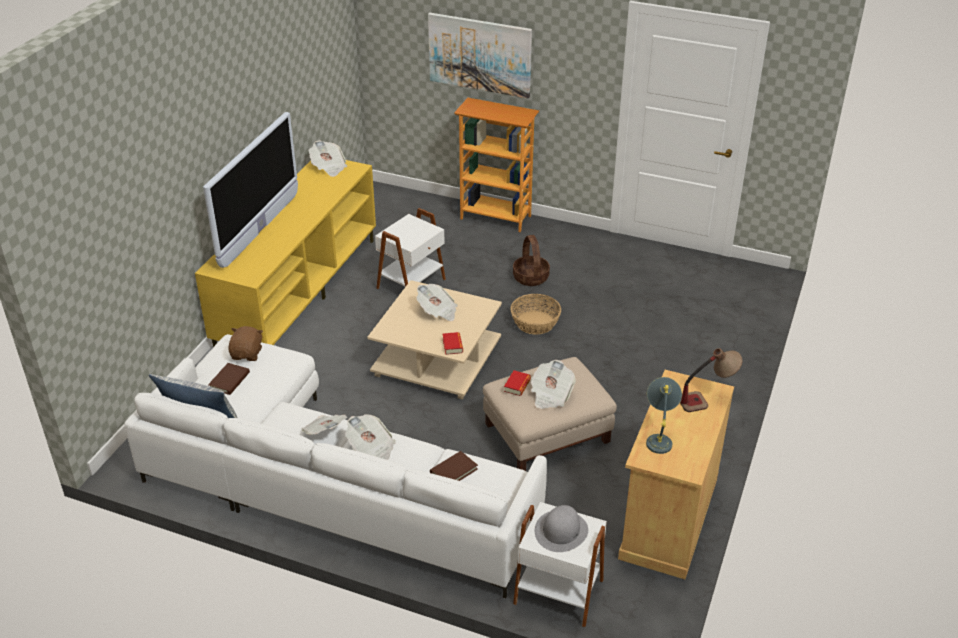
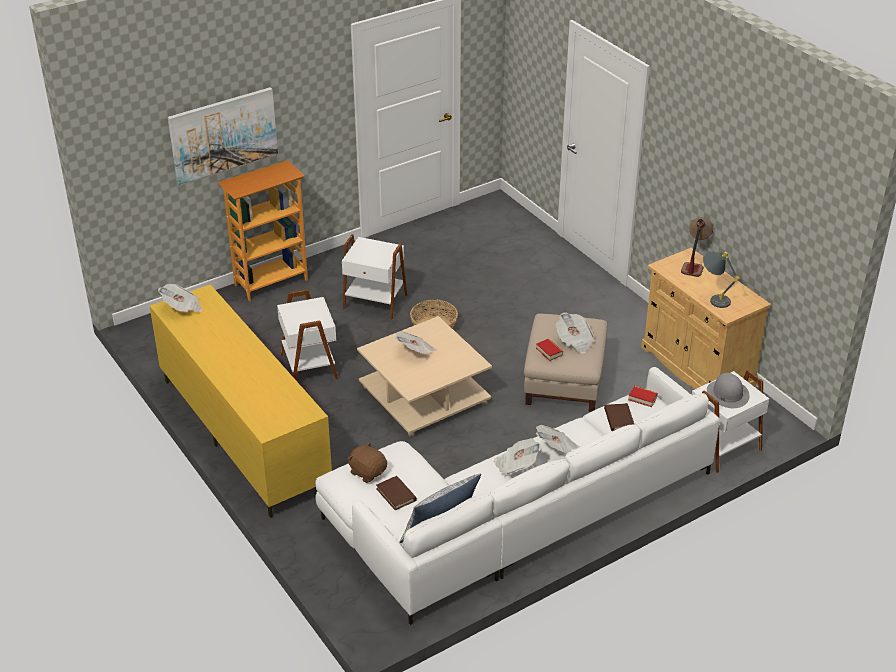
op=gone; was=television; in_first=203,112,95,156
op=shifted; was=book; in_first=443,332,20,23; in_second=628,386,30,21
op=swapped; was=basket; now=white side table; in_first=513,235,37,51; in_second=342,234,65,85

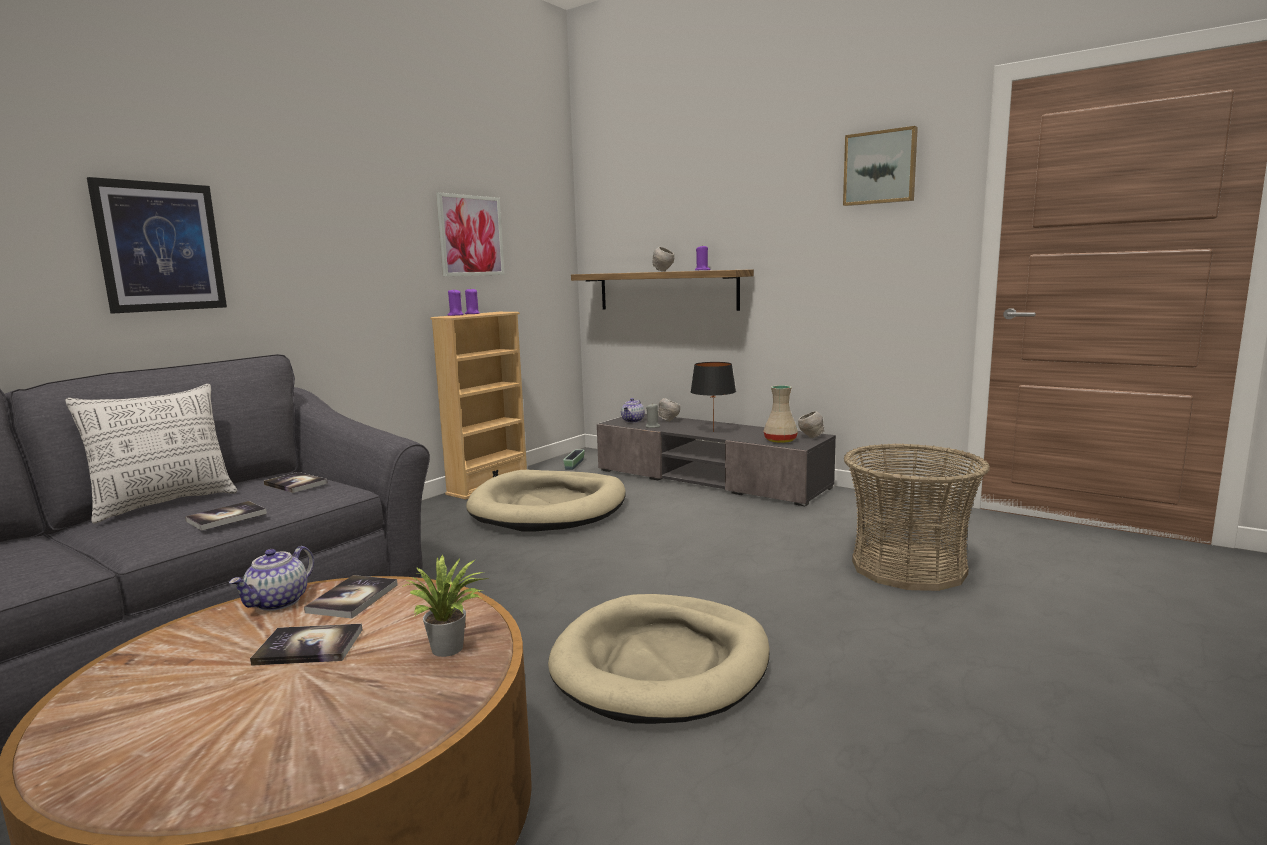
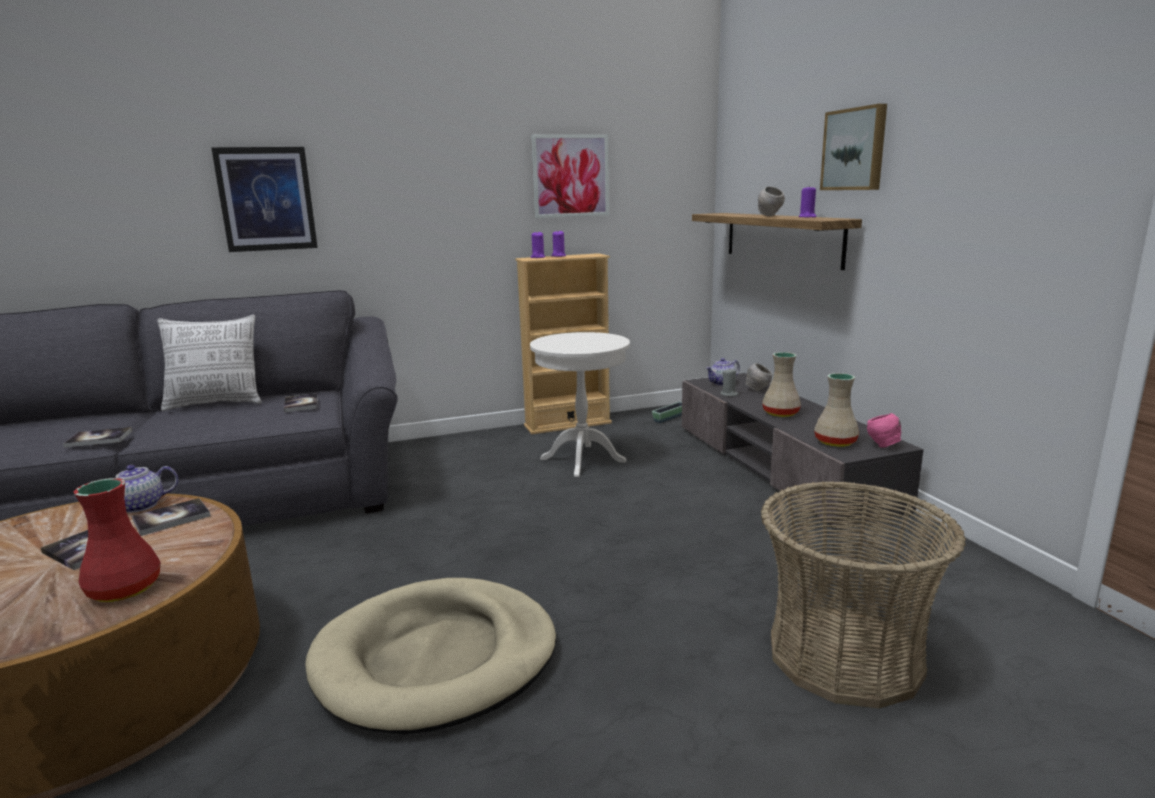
op=shifted; was=book; in_first=185,501,82,30; in_second=63,427,69,21
op=swapped; was=potted plant; now=red vase; in_first=402,555,87,102; in_second=74,478,87,124
op=swapped; was=beige dog bed; now=white side table; in_first=466,470,159,62; in_second=530,332,100,145
op=swapped; was=black table lamp; now=beige vase; in_first=691,362,45,70; in_second=762,352,39,65
op=repainted; was=grey bowl; now=pink bowl; in_first=798,411,26,27; in_second=867,413,34,35
op=shifted; was=picture; in_first=843,126,75,80; in_second=820,104,67,86

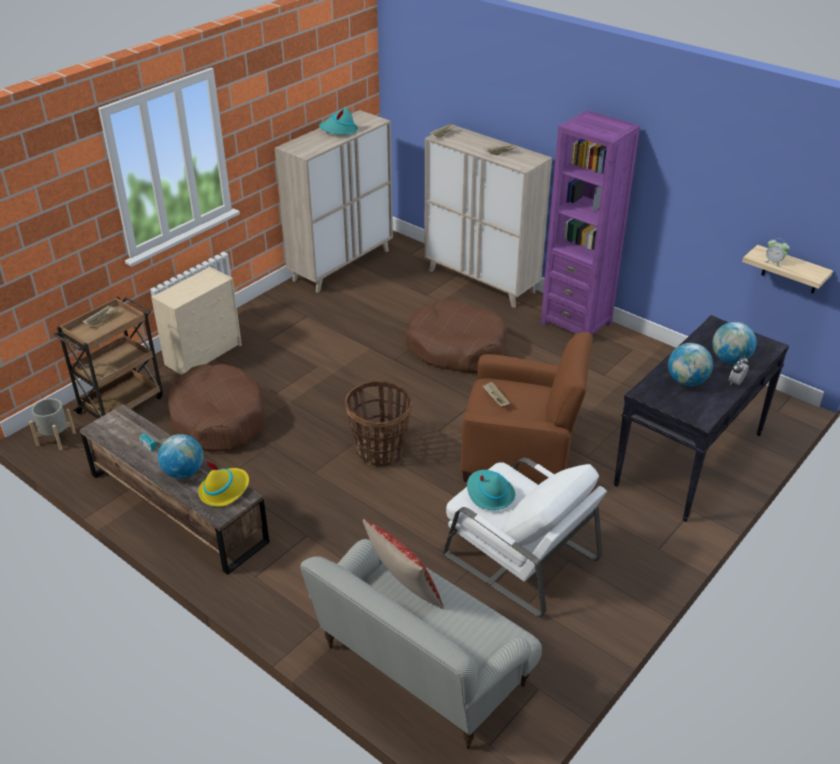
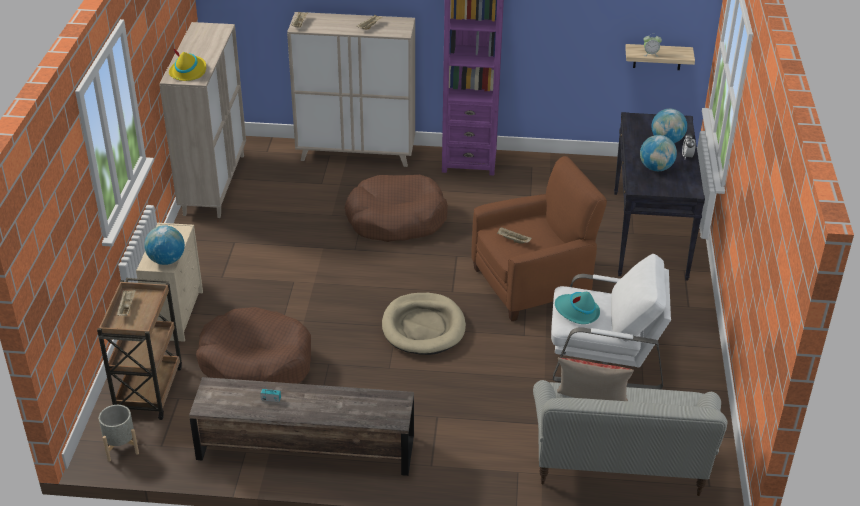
op=shifted; was=globe; in_first=158,434,45,45; in_second=144,225,41,40
op=shifted; was=yellow hat; in_first=198,461,51,46; in_second=169,48,37,33
op=gone; was=turquoise hat; in_first=319,107,39,28
op=swapped; was=basket; now=beige dog bed; in_first=345,381,67,86; in_second=382,293,84,62

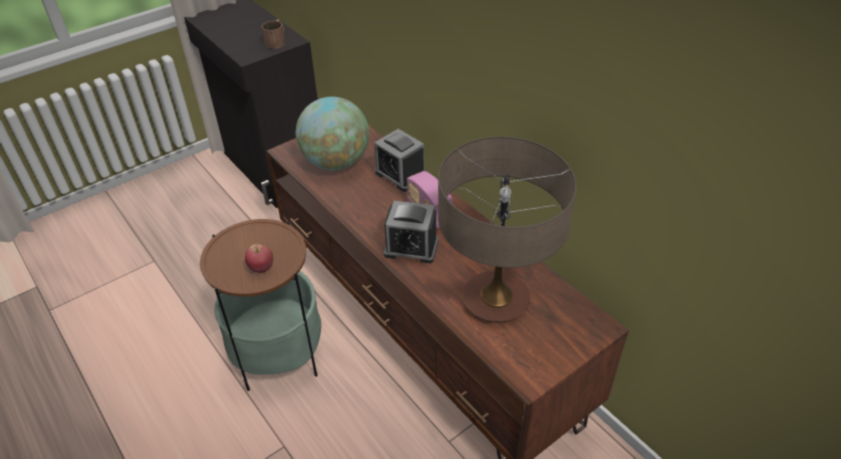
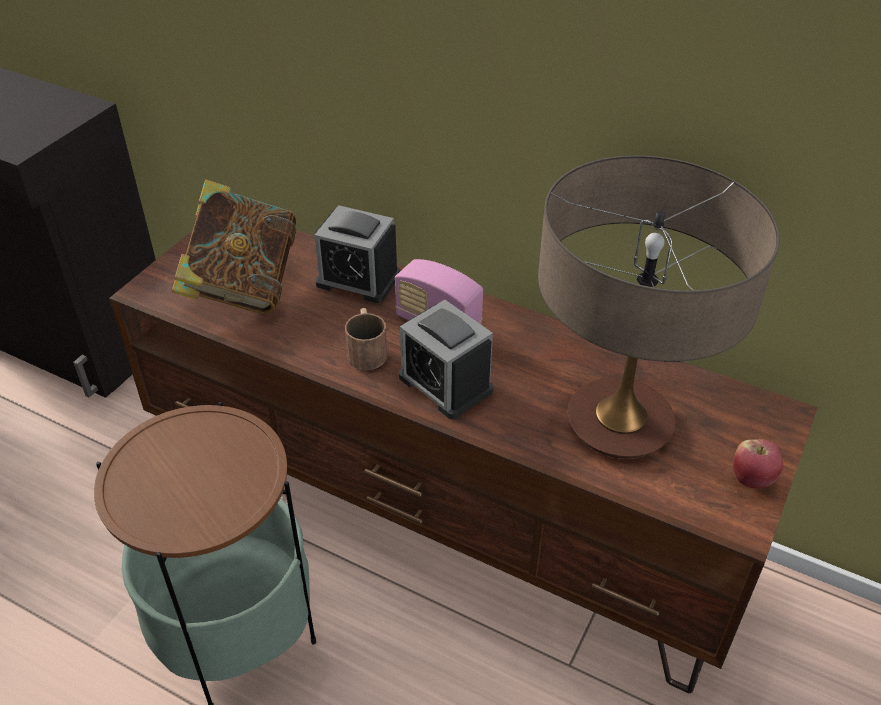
op=shifted; was=apple; in_first=245,244,28,29; in_second=733,440,50,49
op=shifted; was=brown mug; in_first=262,19,23,30; in_second=345,308,42,62
op=swapped; was=globe; now=book; in_first=296,97,73,74; in_second=172,180,125,134
op=rotated; was=alarm clock; in_first=384,201,55,62; in_second=399,300,94,119; clockwise=60

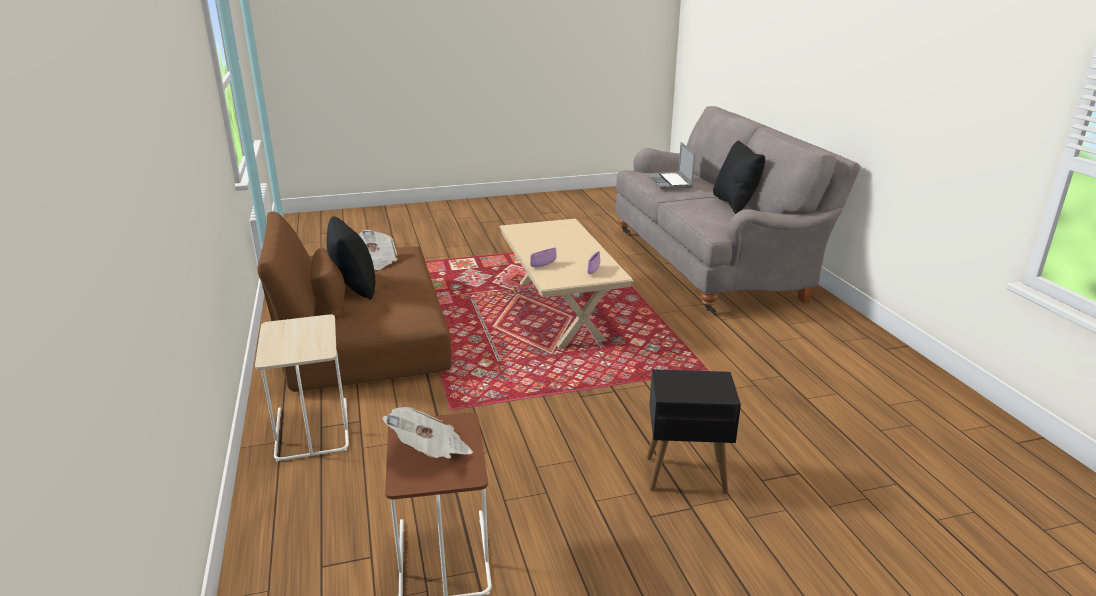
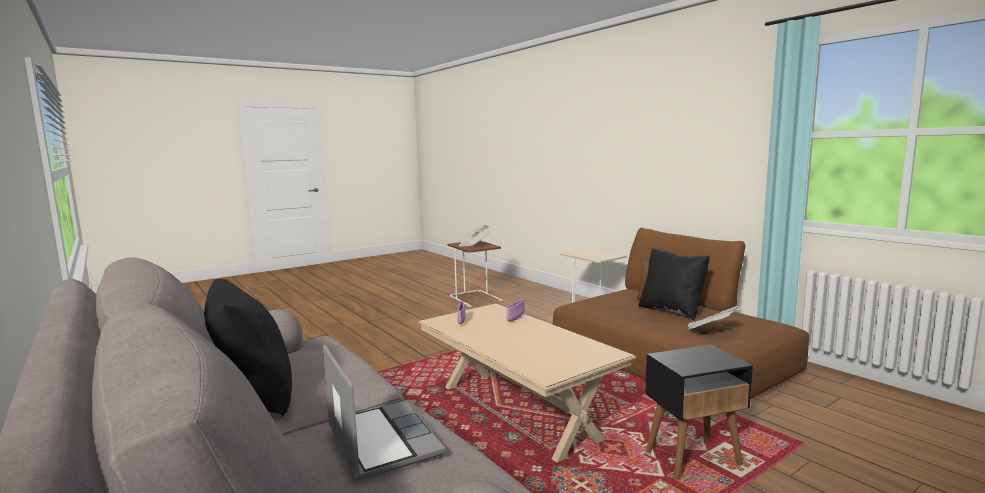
op=shifted; was=black side table; in_first=646,369,95,125; in_second=645,345,108,135

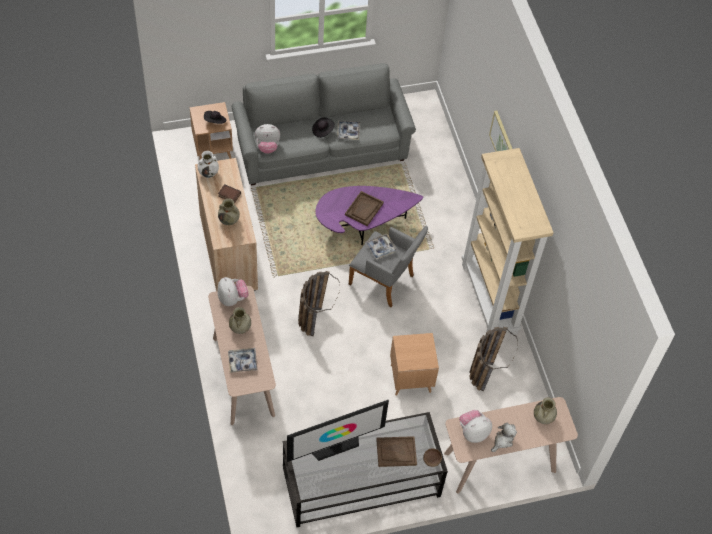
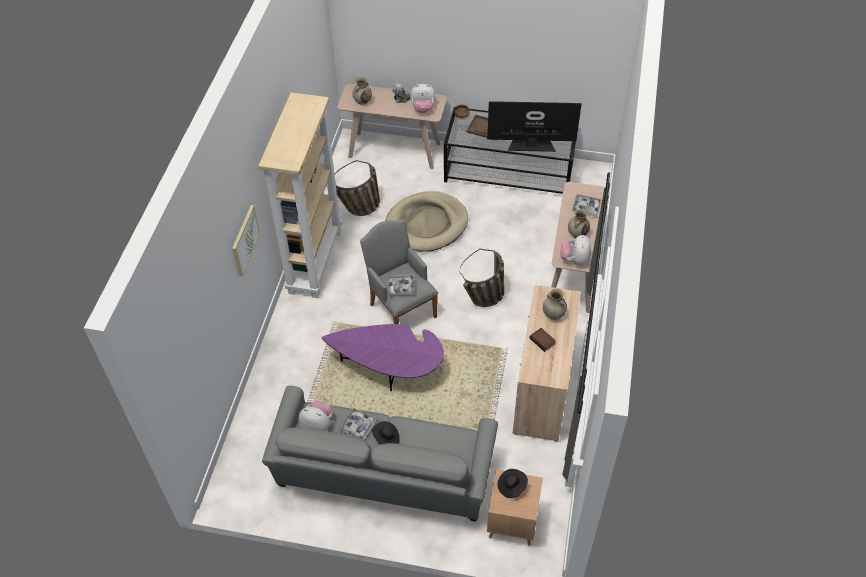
op=gone; was=white vase; in_first=198,151,21,27
op=shifted; was=plush toy; in_first=255,124,25,30; in_second=299,401,34,30
op=gone; was=brown tray; in_first=345,191,39,35
op=swapped; was=brown side table; now=beige dog bed; in_first=390,333,49,63; in_second=386,191,82,61

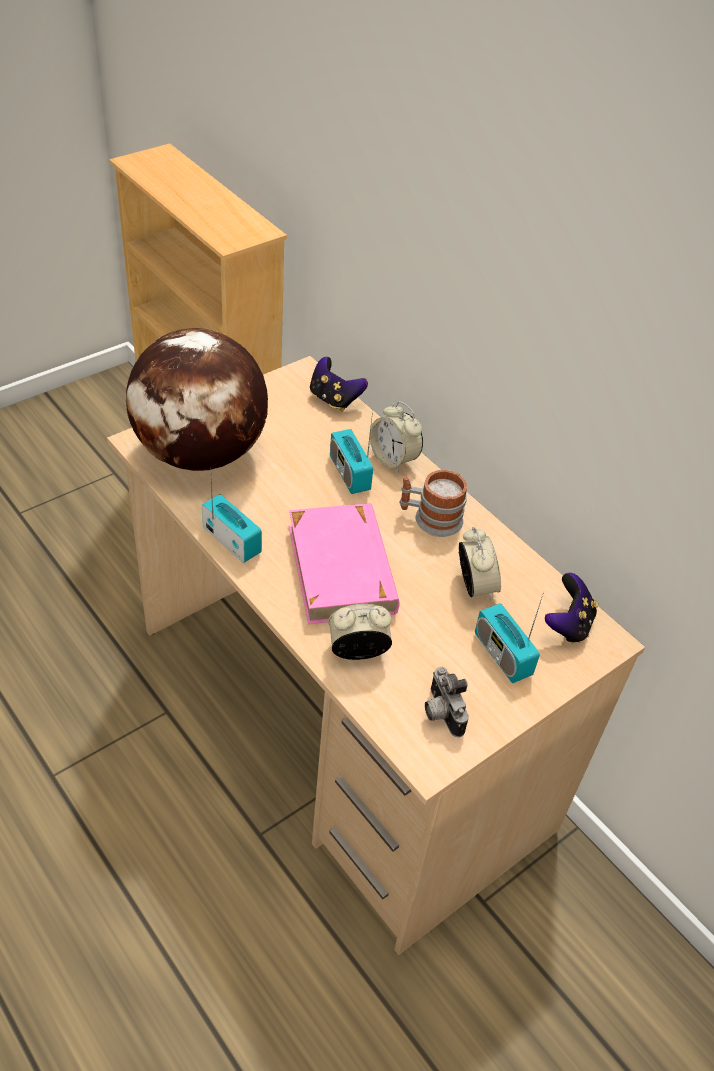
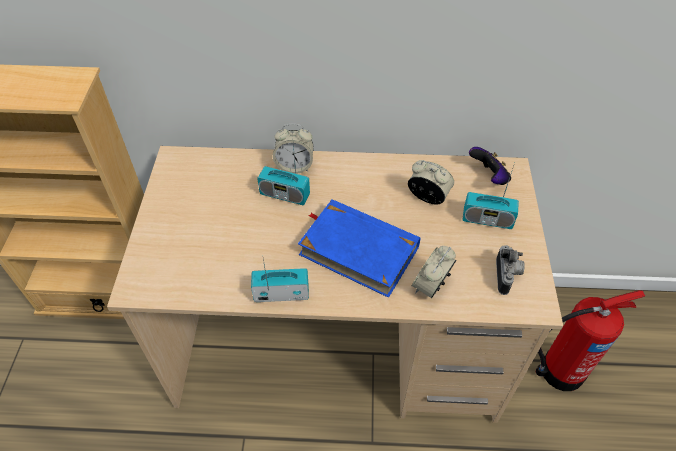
op=gone; was=globe; in_first=126,328,142,143
op=repainted; was=pink book; now=blue book; in_first=289,503,110,121; in_second=298,199,122,99
op=gone; was=game controller; in_first=310,357,58,54
op=gone; was=mug; in_first=400,470,67,67
op=rotated; was=photo camera; in_first=425,667,44,70; in_second=496,245,29,50; clockwise=-105
op=new; now=fire extinguisher; in_second=535,290,110,101

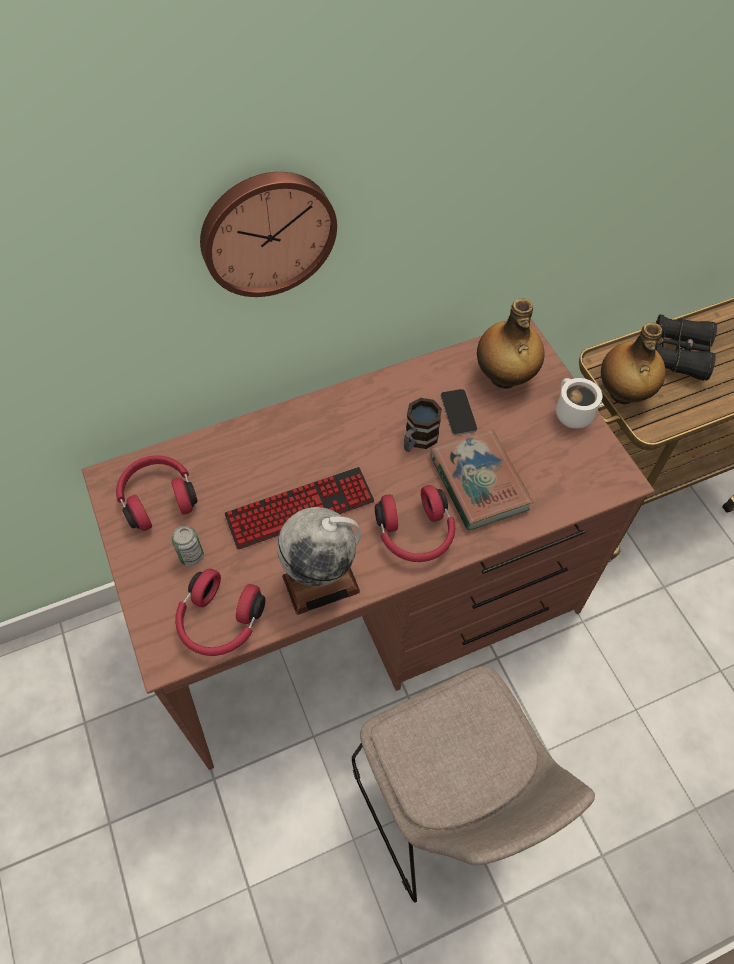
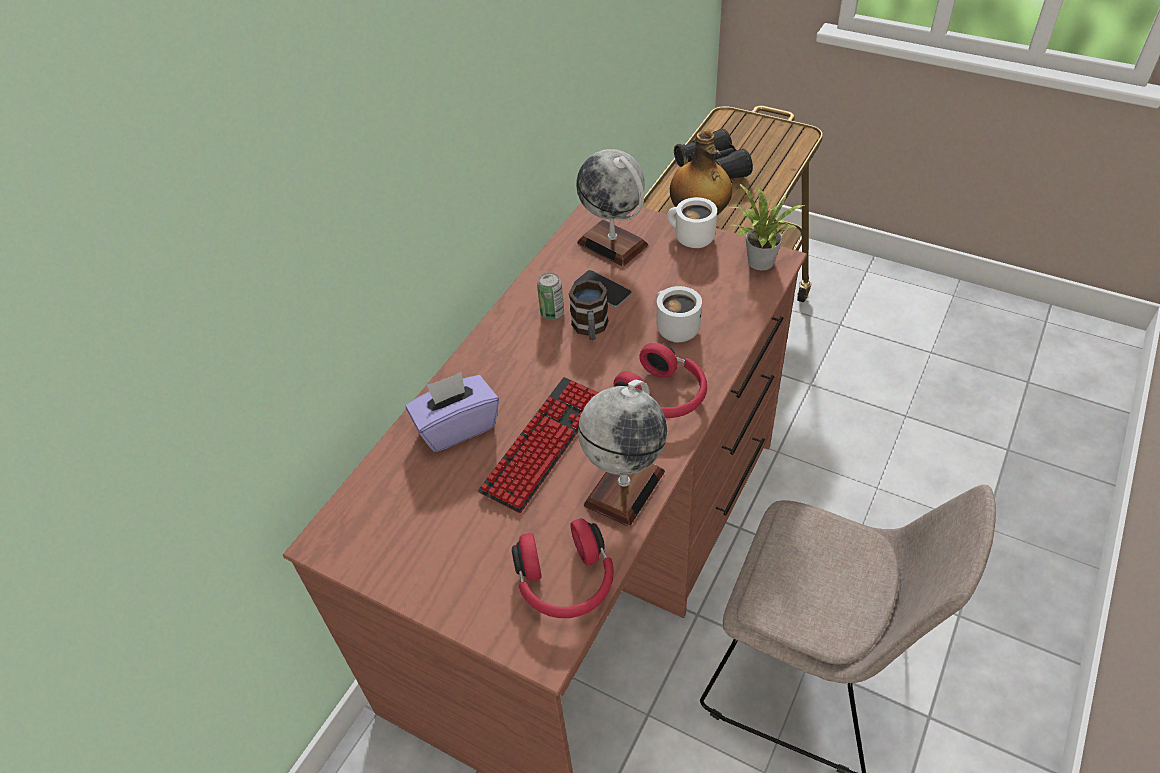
op=gone; was=red headphones; in_first=116,455,82,76
op=shifted; was=can; in_first=171,525,33,41; in_second=537,272,27,48
op=gone; was=wall clock; in_first=200,172,137,125
op=swapped; was=book; now=white mug; in_first=430,430,103,100; in_second=656,286,46,56
op=swapped; was=bottle; now=globe; in_first=477,298,67,91; in_second=576,149,72,117
op=new; now=purple tissue box; in_second=406,372,93,80
op=new; now=potted plant; in_second=729,183,77,88

